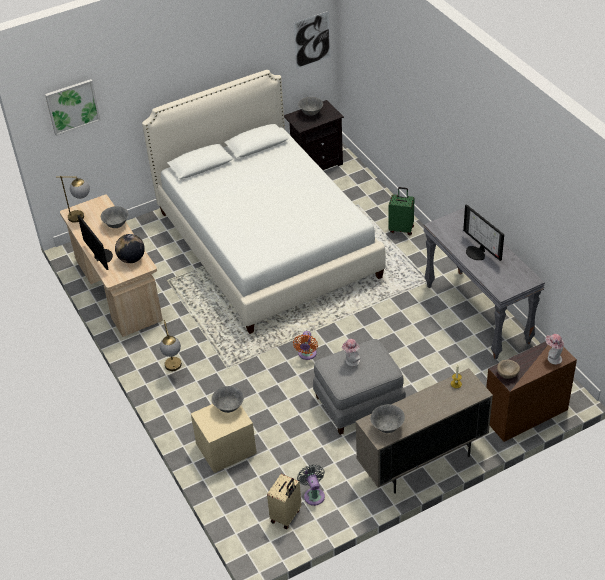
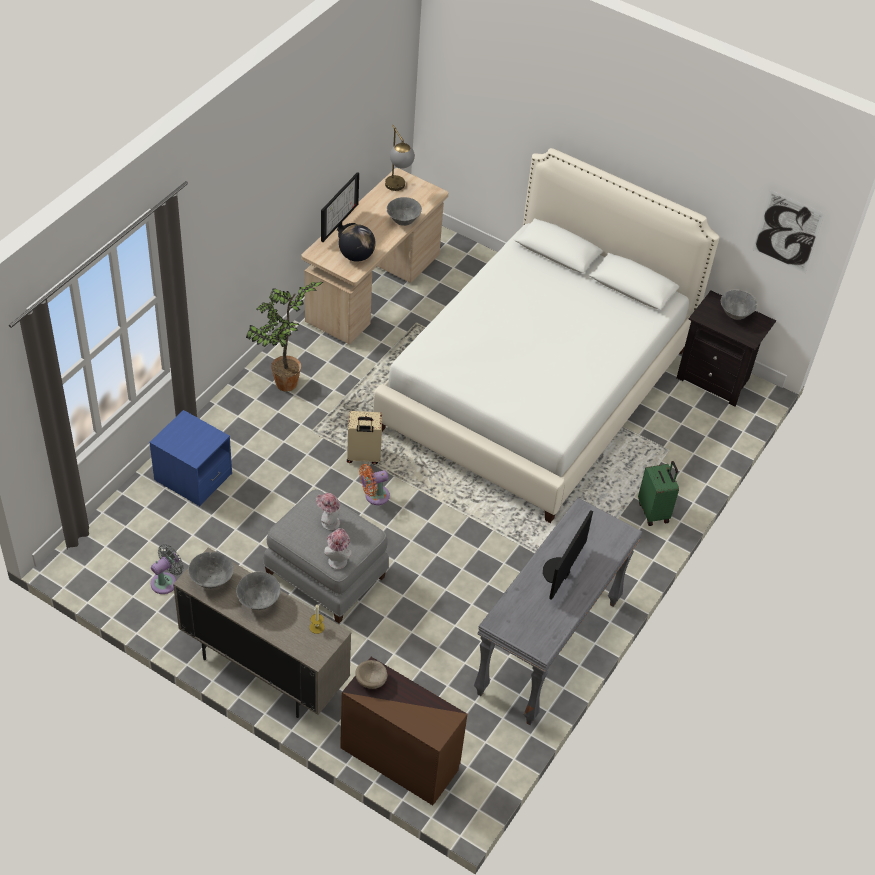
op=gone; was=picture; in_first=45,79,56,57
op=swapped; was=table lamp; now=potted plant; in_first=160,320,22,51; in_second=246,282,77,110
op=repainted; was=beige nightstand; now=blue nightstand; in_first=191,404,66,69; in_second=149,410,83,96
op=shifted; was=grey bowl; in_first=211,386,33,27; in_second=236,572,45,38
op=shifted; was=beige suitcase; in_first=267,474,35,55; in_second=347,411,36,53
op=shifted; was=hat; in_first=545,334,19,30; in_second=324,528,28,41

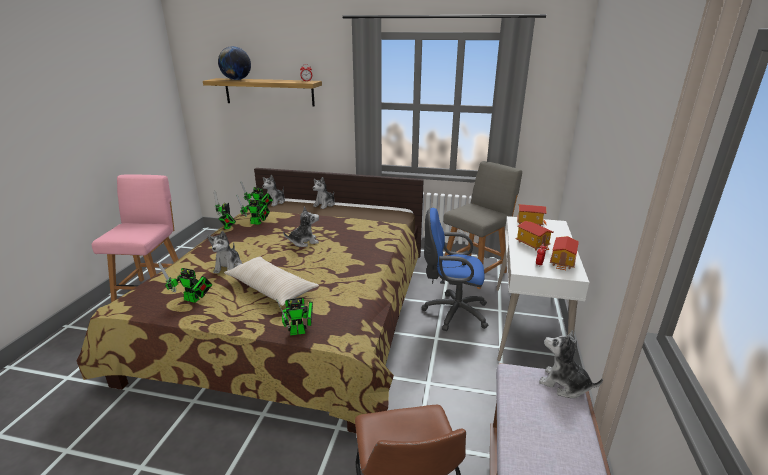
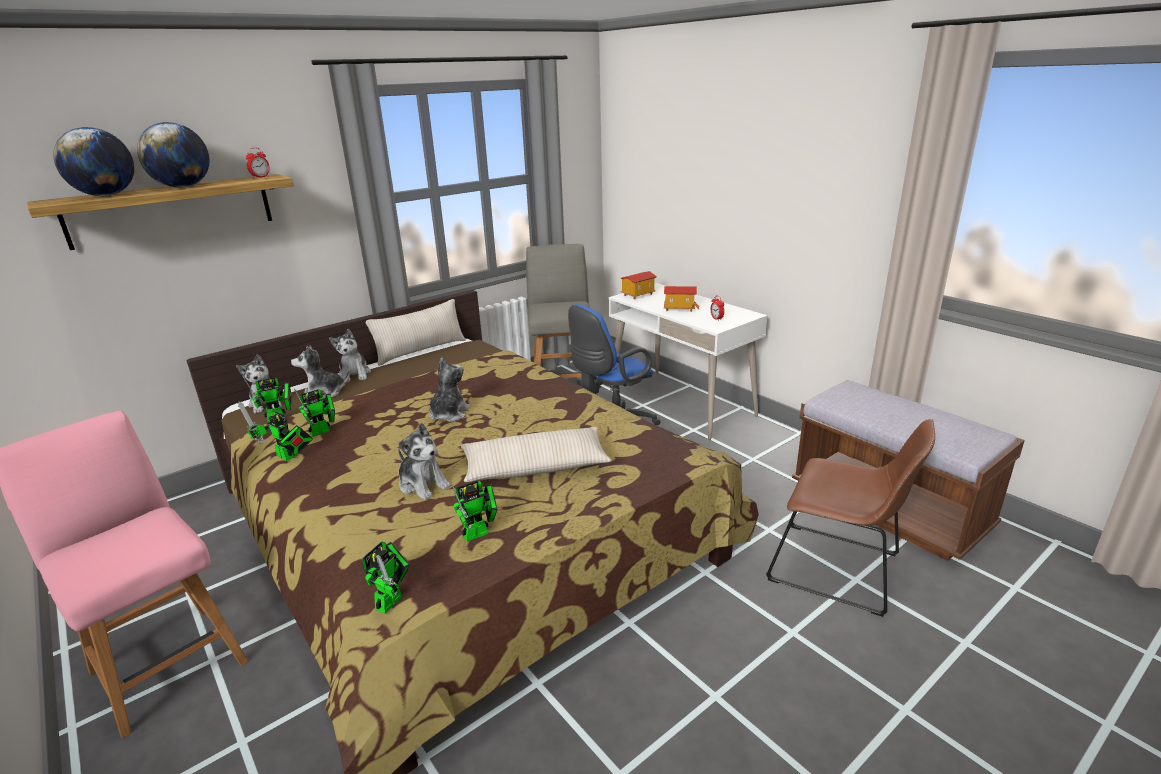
op=shifted; was=toy robot; in_first=276,298,37,38; in_second=362,542,48,72
op=shifted; was=plush toy; in_first=539,330,64,68; in_second=291,346,59,52
op=gone; was=toy house; in_first=550,236,29,34
op=new; now=globe; in_second=137,122,73,66
op=new; now=beige pillow; in_second=366,299,100,67

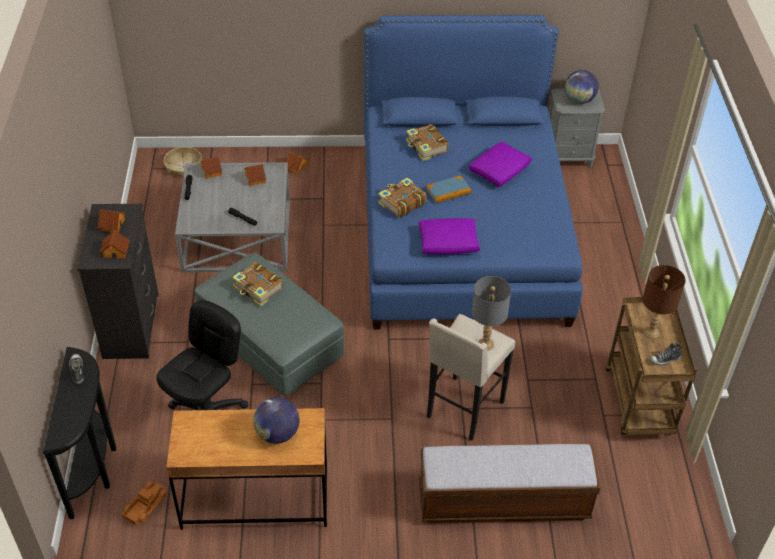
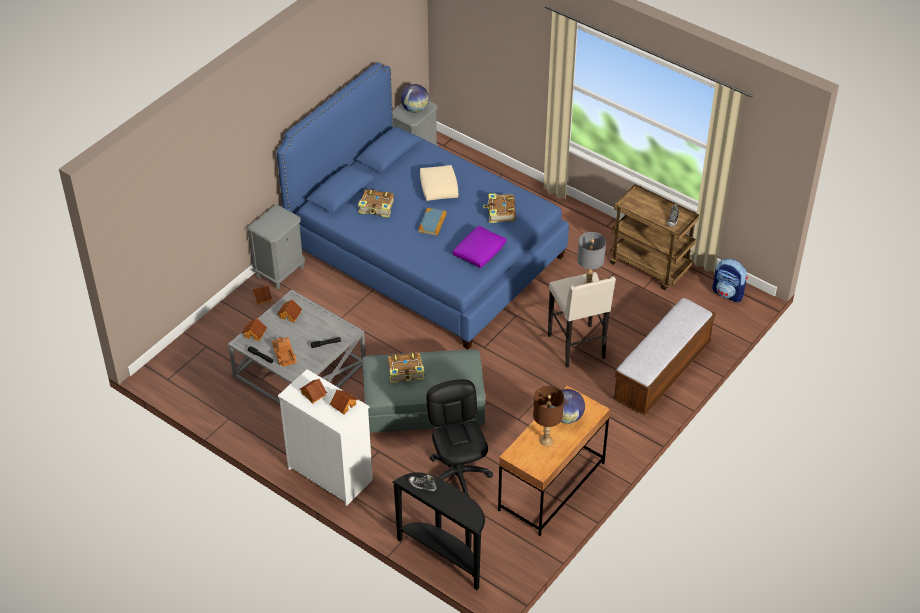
op=repainted; was=black dresser; now=white dresser; in_first=77,204,82,155; in_second=278,369,95,137
op=shifted; was=toy truck; in_first=122,481,46,44; in_second=271,337,26,30
op=gone; was=basket; in_first=164,147,38,30
op=shifted; was=book; in_first=378,177,49,41; in_second=483,193,33,30
op=repainted; was=purple pillow; now=beige pillow; in_first=469,142,63,45; in_second=420,165,38,36
op=shifted; was=brown table lamp; in_first=643,265,43,74; in_second=533,386,31,60
op=new; now=grey nightstand; in_second=247,204,58,85
op=new; now=backpack; in_second=712,259,36,43

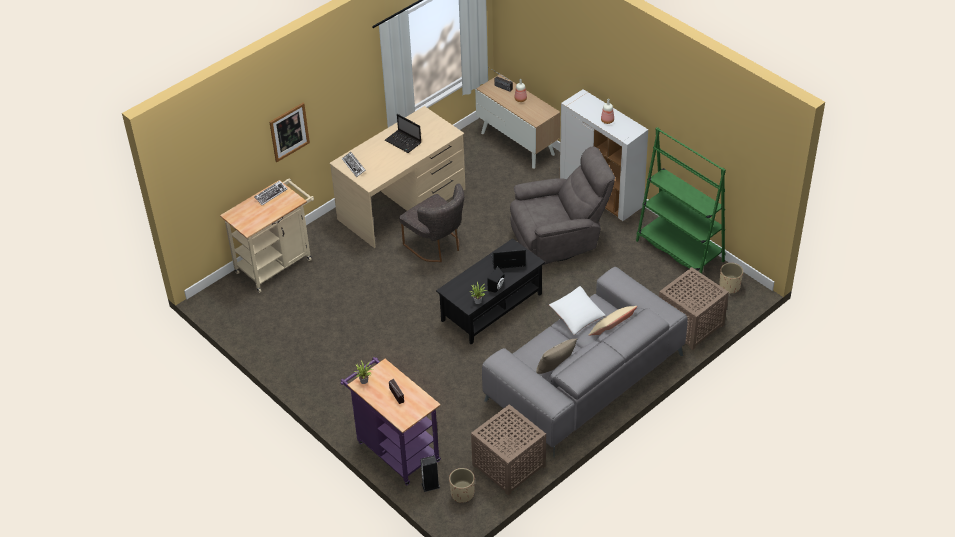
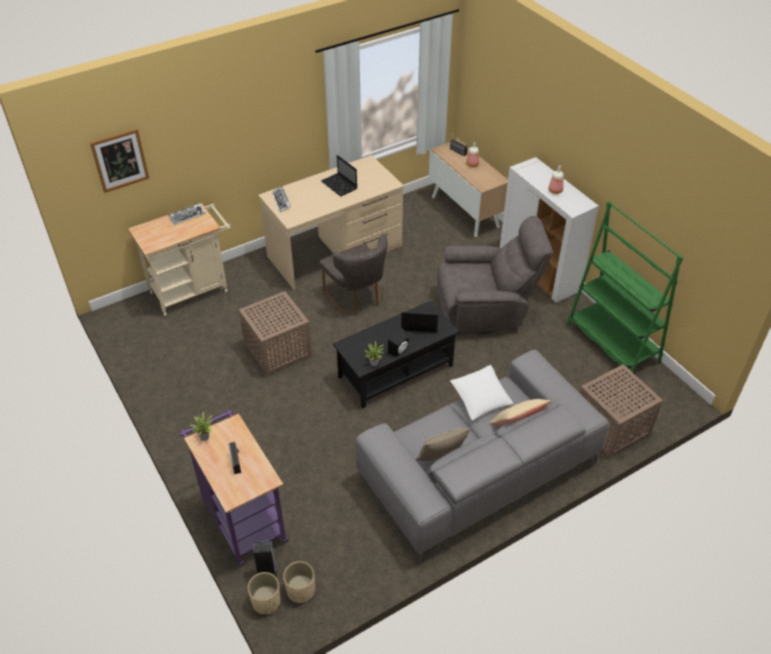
op=shifted; was=picture; in_first=269,103,41,59; in_second=90,129,59,64
op=shifted; was=brown side table; in_first=471,404,75,92; in_second=239,291,73,86
op=shifted; was=beige planter; in_first=719,263,24,31; in_second=248,572,33,42

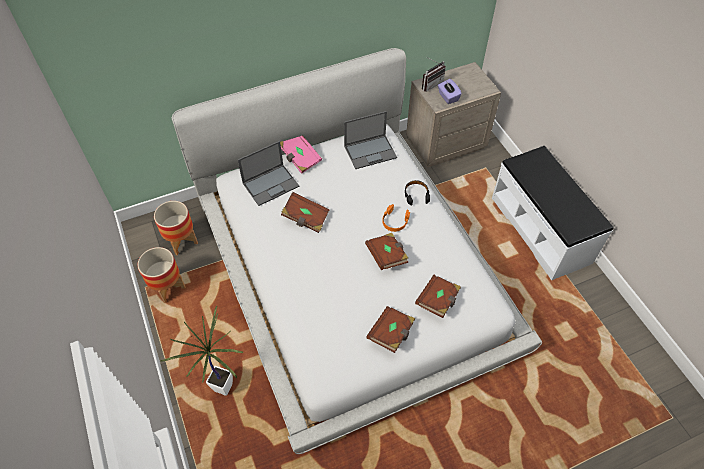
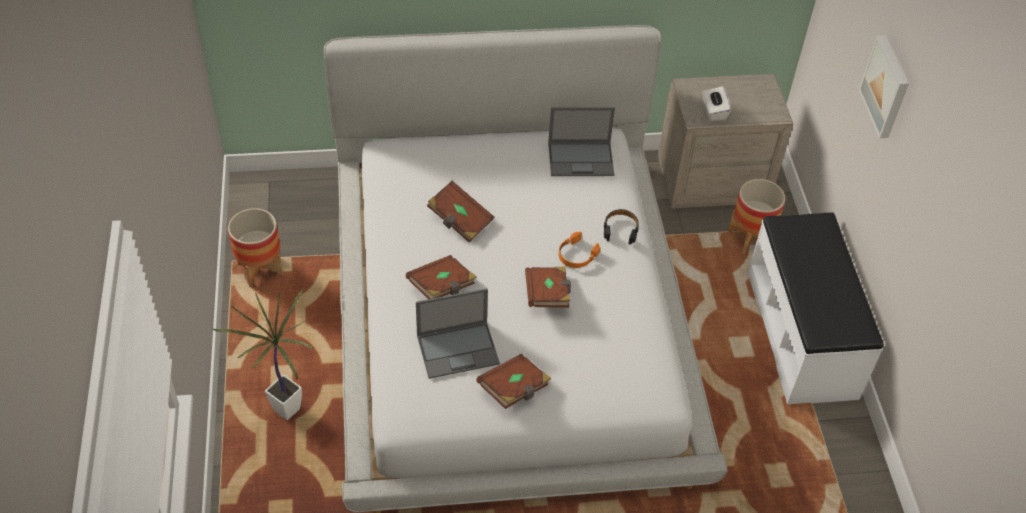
op=shifted; was=planter; in_first=154,201,44,54; in_second=728,179,57,75
op=shifted; was=laptop; in_first=238,141,61,65; in_second=416,288,84,91
op=gone; was=pink book; in_first=280,135,42,39
op=shifted; was=brown book; in_first=415,275,46,43; in_second=406,255,71,44
op=gone; was=radio; in_first=422,58,24,34
op=repainted; was=purple tissue box; now=white tissue box; in_first=438,79,24,25; in_second=703,86,28,35
op=new; now=picture; in_second=859,35,50,103

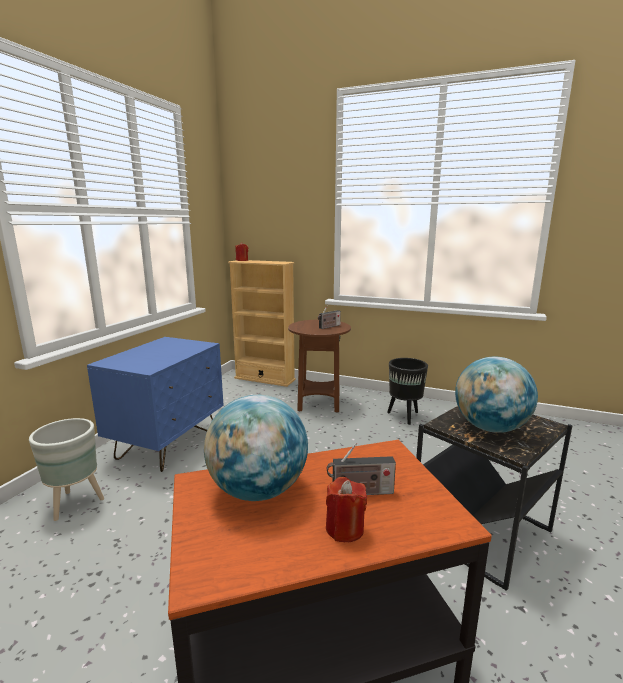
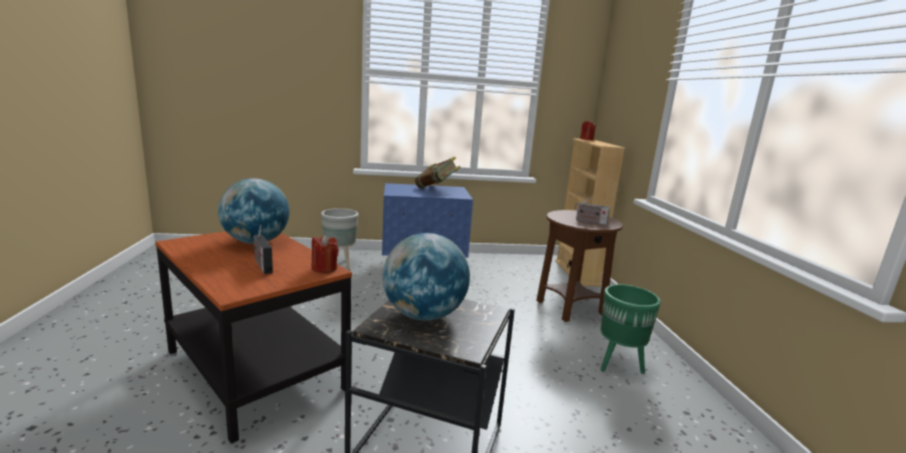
op=shifted; was=red candle; in_first=326,477,41,65; in_second=312,235,27,38
op=repainted; was=black planter; now=green planter; in_first=387,358,41,67; in_second=601,284,60,90
op=new; now=book; in_second=415,157,46,31

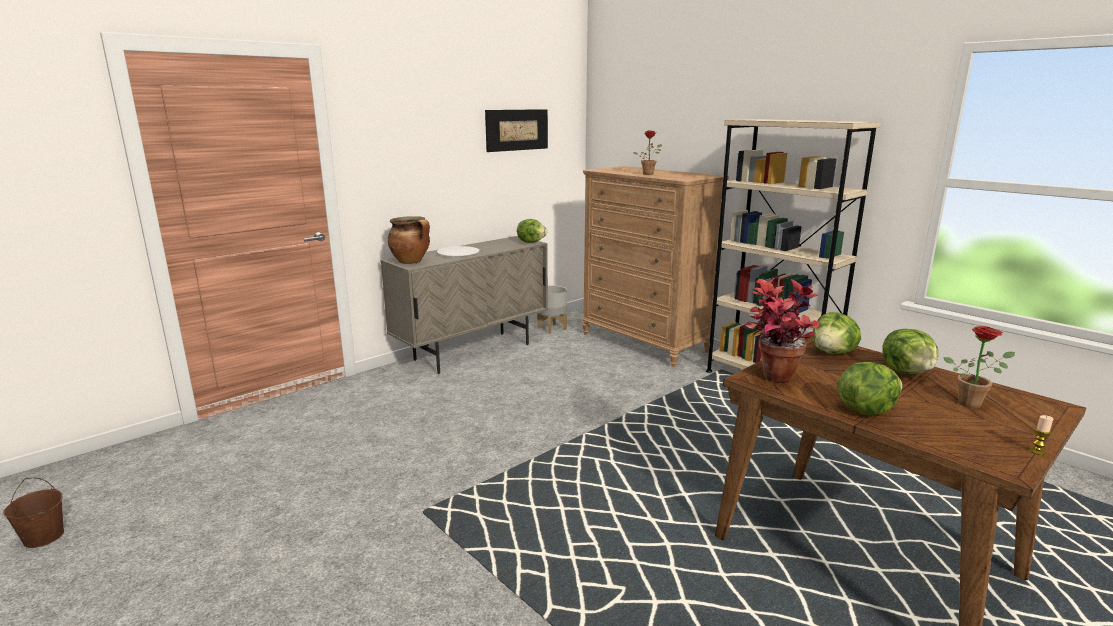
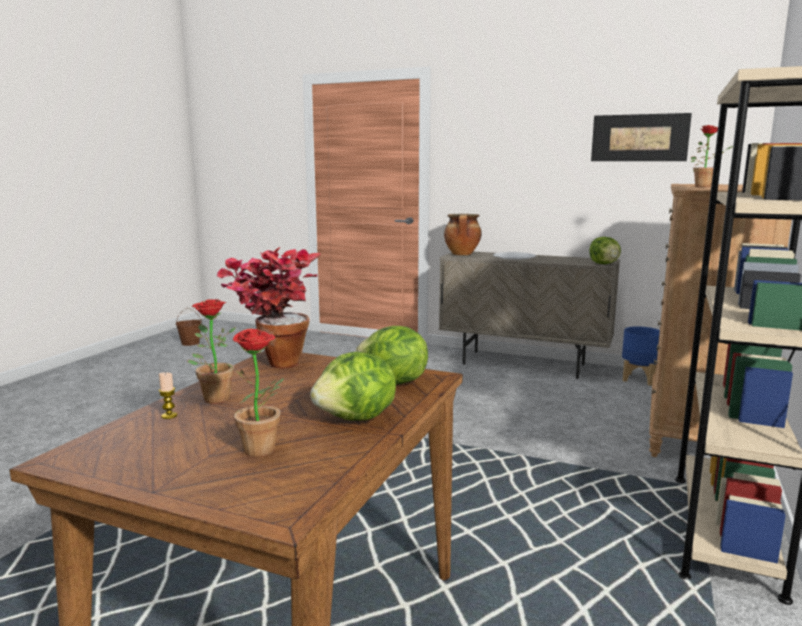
op=repainted; was=grey planter; now=blue planter; in_first=537,285,30,49; in_second=622,326,38,60
op=swapped; was=lettuce; now=potted plant; in_first=838,362,64,53; in_second=188,299,48,105
op=shifted; was=candle; in_first=1029,415,24,40; in_second=159,372,18,47

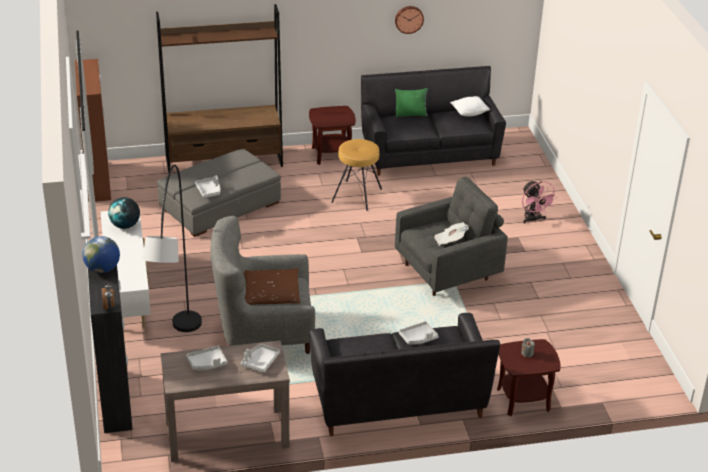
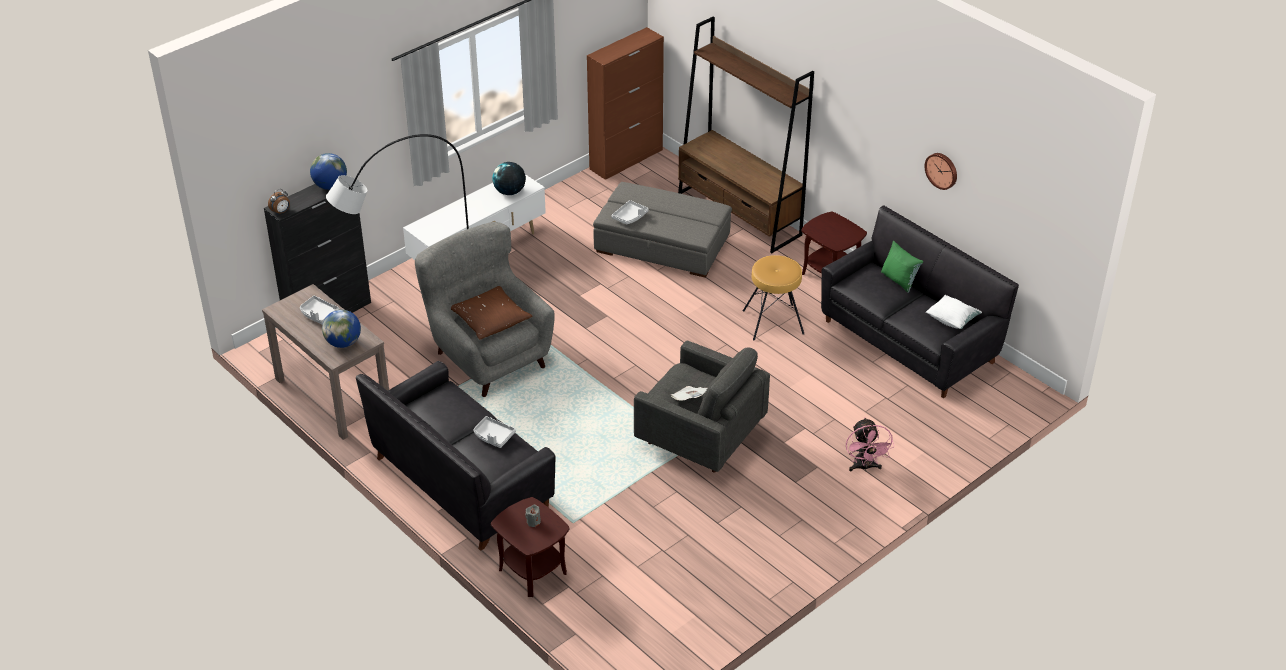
op=swapped; was=grey tray; now=globe; in_first=241,344,39,29; in_second=322,310,39,38
op=rotated; was=pink fan; in_first=522,180,36,43; in_second=846,417,48,55; clockwise=-45

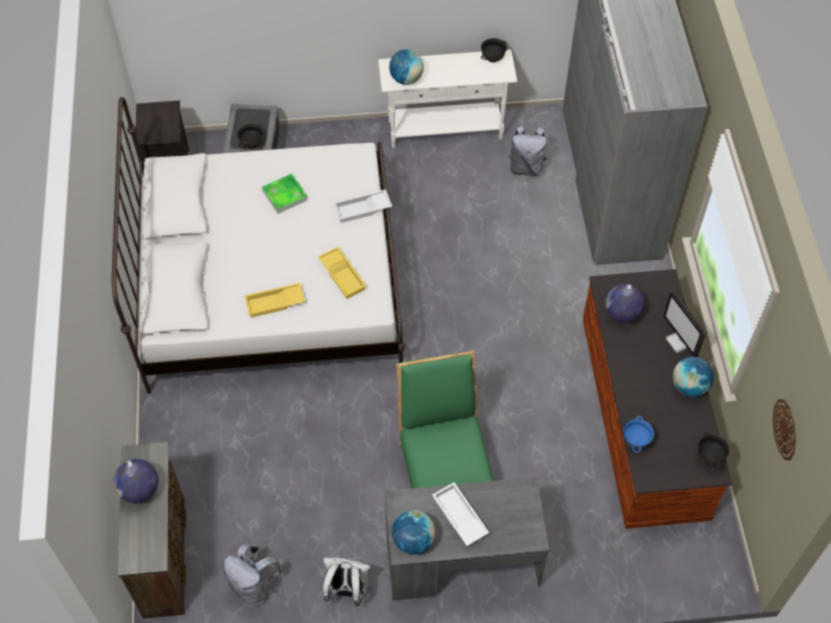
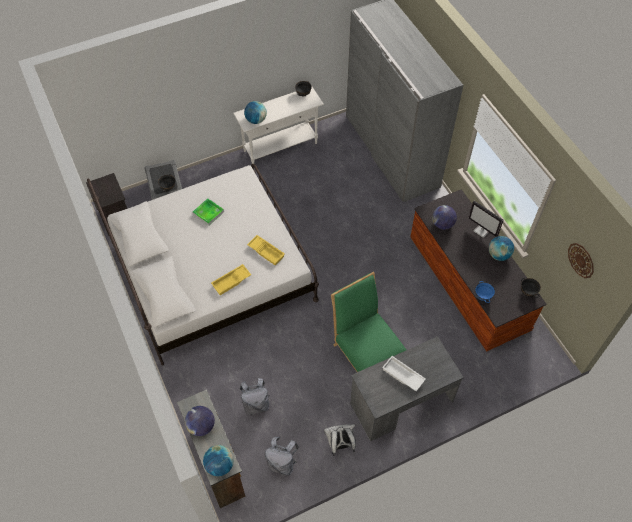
op=gone; was=white tray; in_first=334,189,58,34
op=shifted; was=globe; in_first=392,510,44,44; in_second=203,445,31,31
op=shifted; was=grey backpack; in_first=508,126,39,50; in_second=240,378,30,37

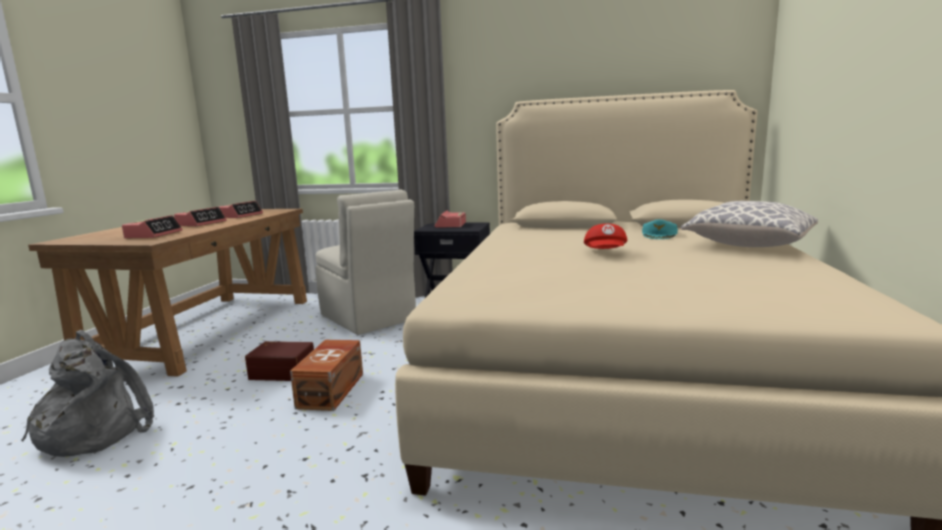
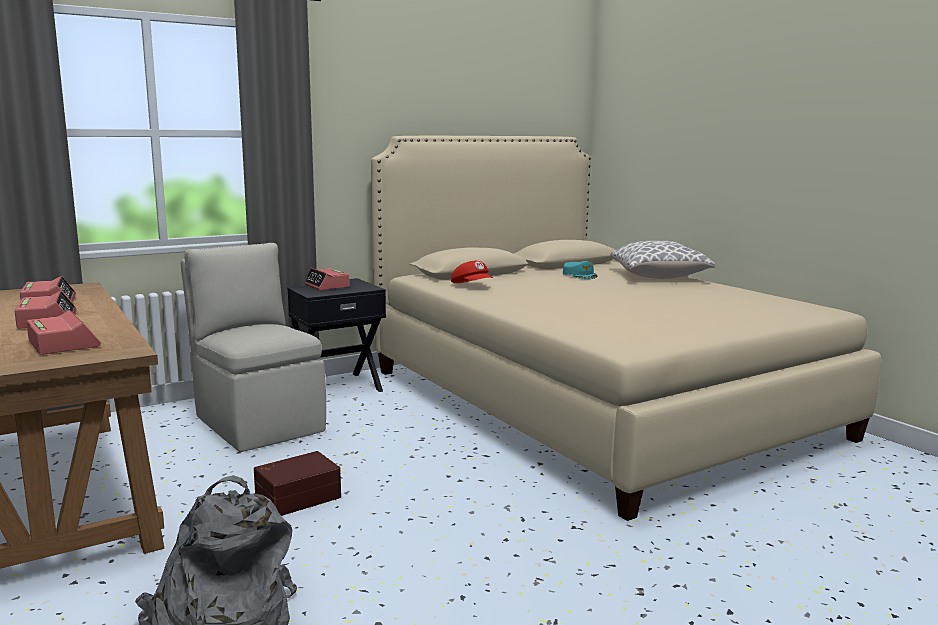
op=gone; was=brown storage box; in_first=290,340,73,71
op=rotated; was=beige chair; in_first=315,190,101,145; in_second=181,243,145,209; clockwise=-135
op=shifted; was=red cap; in_first=584,223,43,26; in_second=451,261,42,22

